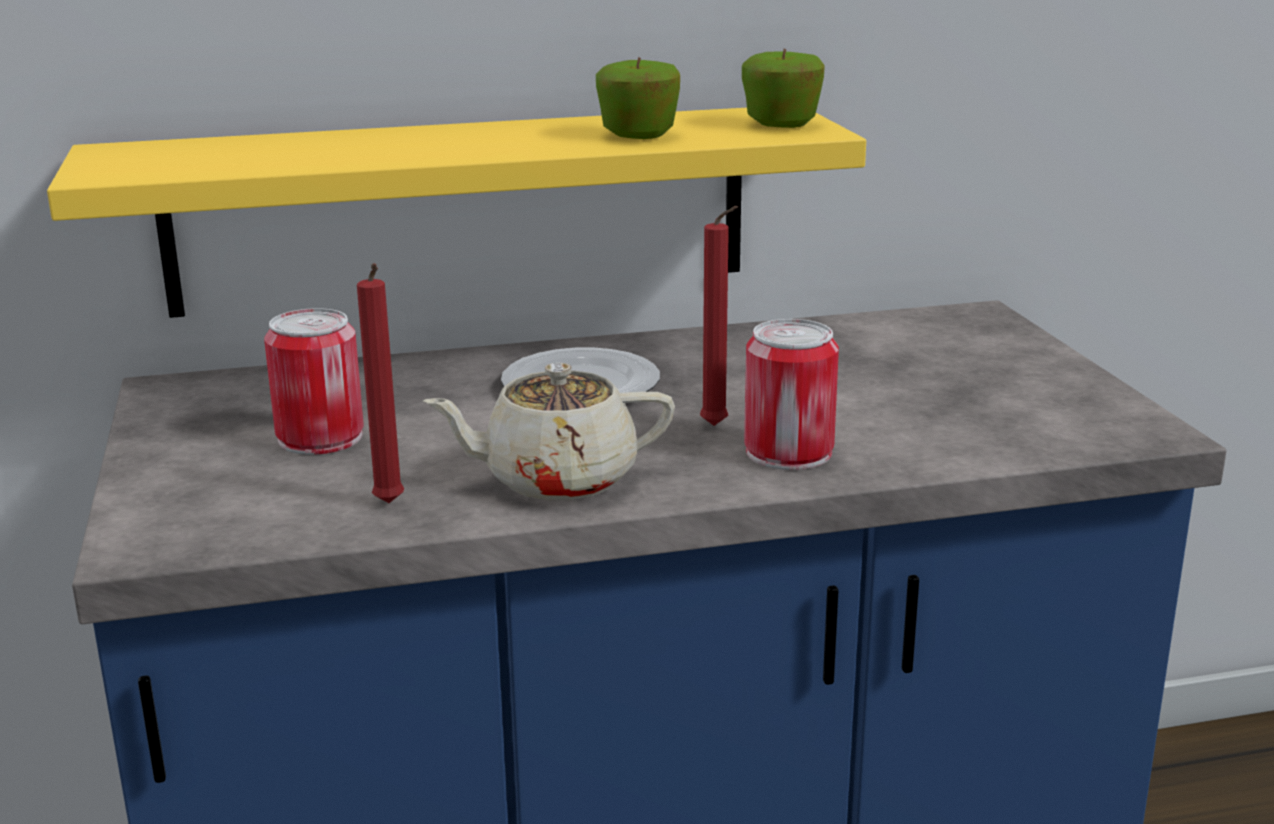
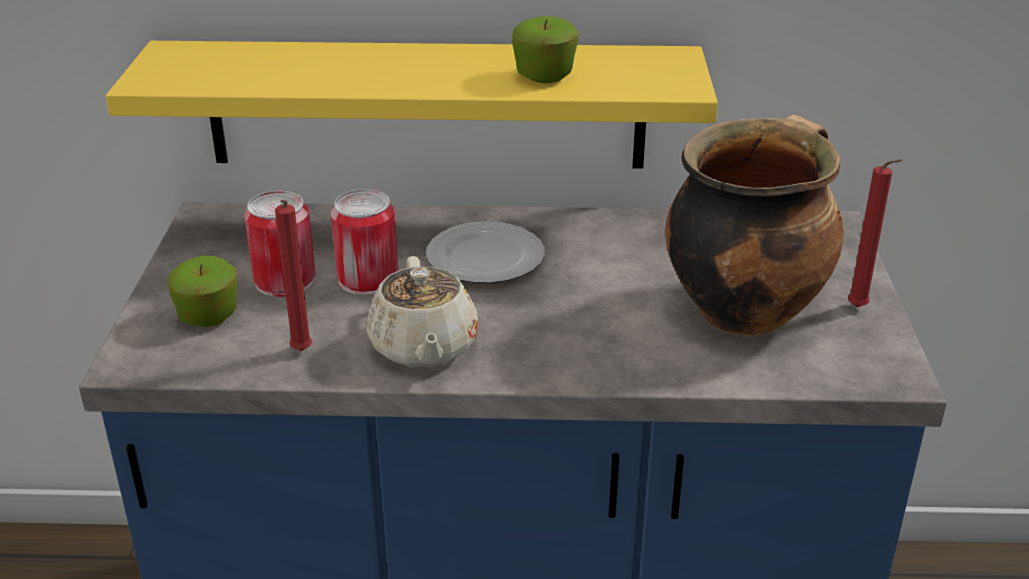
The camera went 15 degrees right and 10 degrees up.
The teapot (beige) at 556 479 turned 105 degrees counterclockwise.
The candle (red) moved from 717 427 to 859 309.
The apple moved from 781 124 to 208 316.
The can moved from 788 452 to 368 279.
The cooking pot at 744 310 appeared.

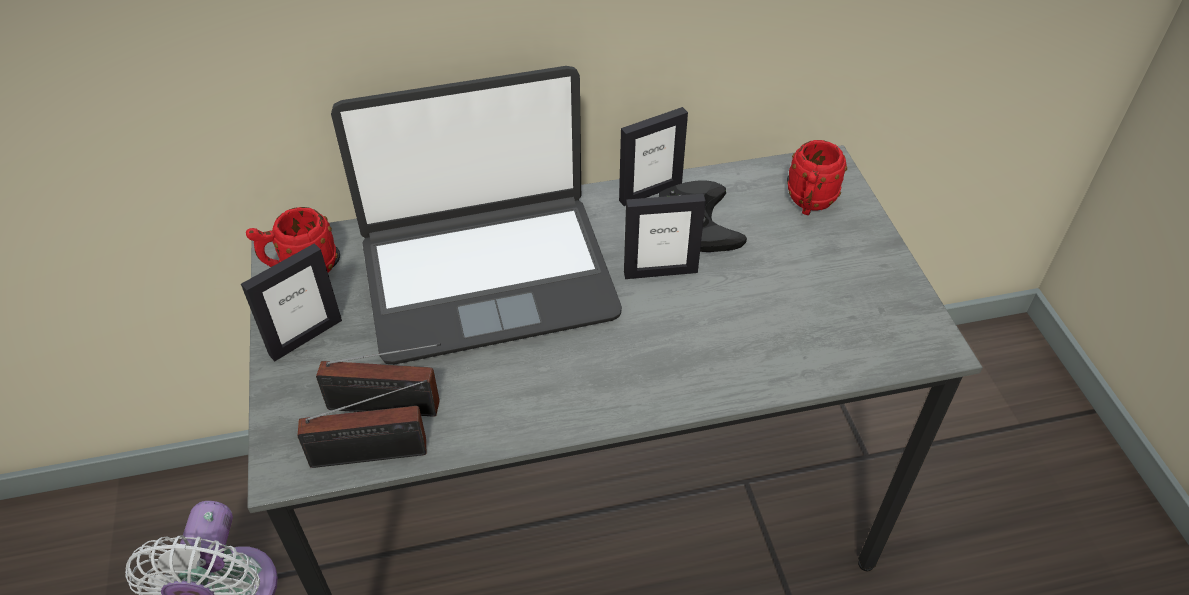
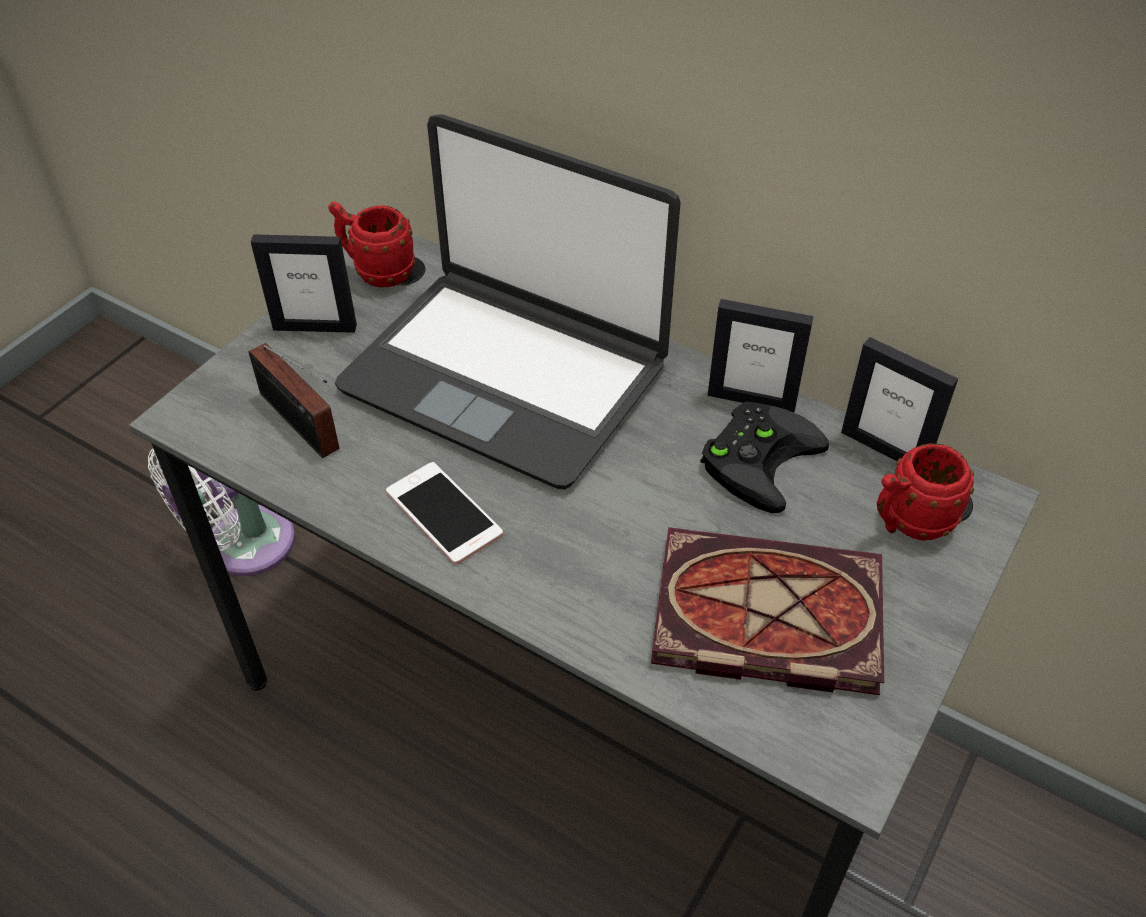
The camera went 45 degrees right and 0 degrees up.
The radio at 376 454 disappeared.
The picture frame moved from 660 271 to 884 449.
The phone at 444 513 appeared.
The book at 761 618 appeared.

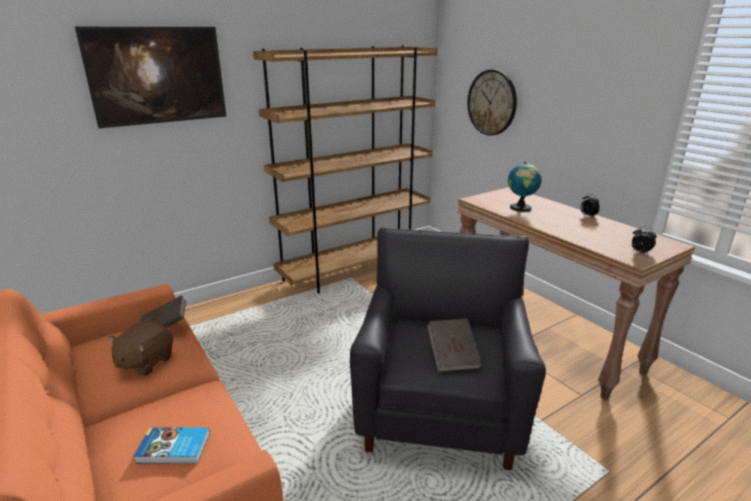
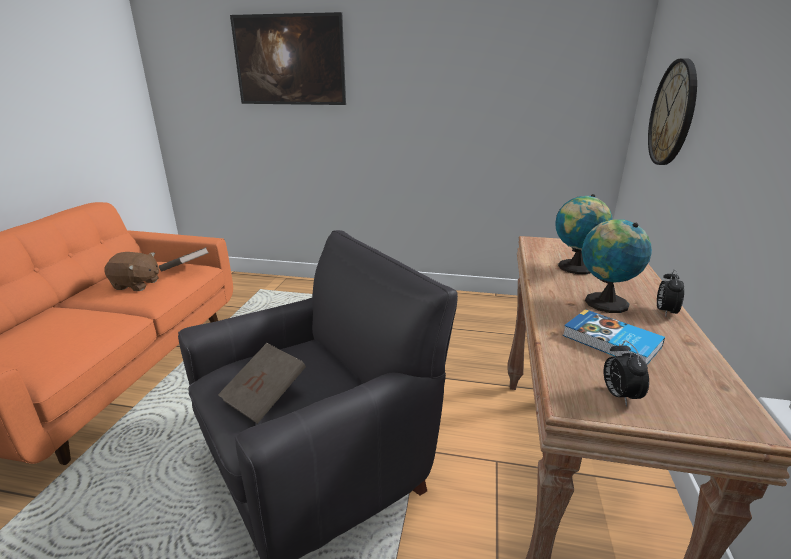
The camera went 45 degrees right and 0 degrees up.
The plush toy (brown) at 145 362 turned 150 degrees counterclockwise.
The book moved from 174 449 to 611 342.
The bookcase (brown) at 355 270 disappeared.
The globe at 603 302 appeared.

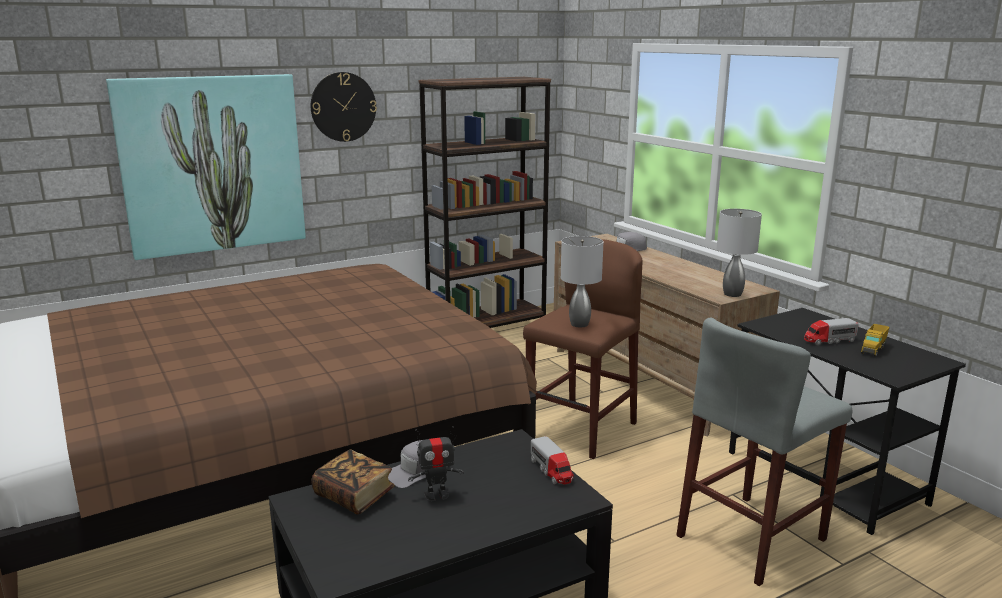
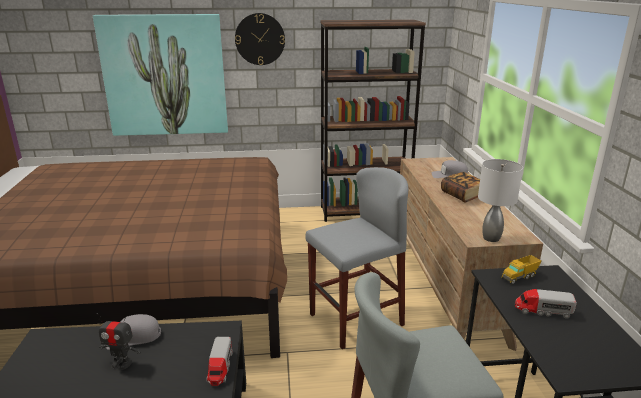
The camera went 25 degrees right and 5 degrees up.
The book moved from 354 496 to 463 195.
The stool (brown) at 581 430 became the stool (grey) at 356 319.
The table lamp (grey) at 579 324 disappeared.
The toy truck moved from 873 349 to 519 277.

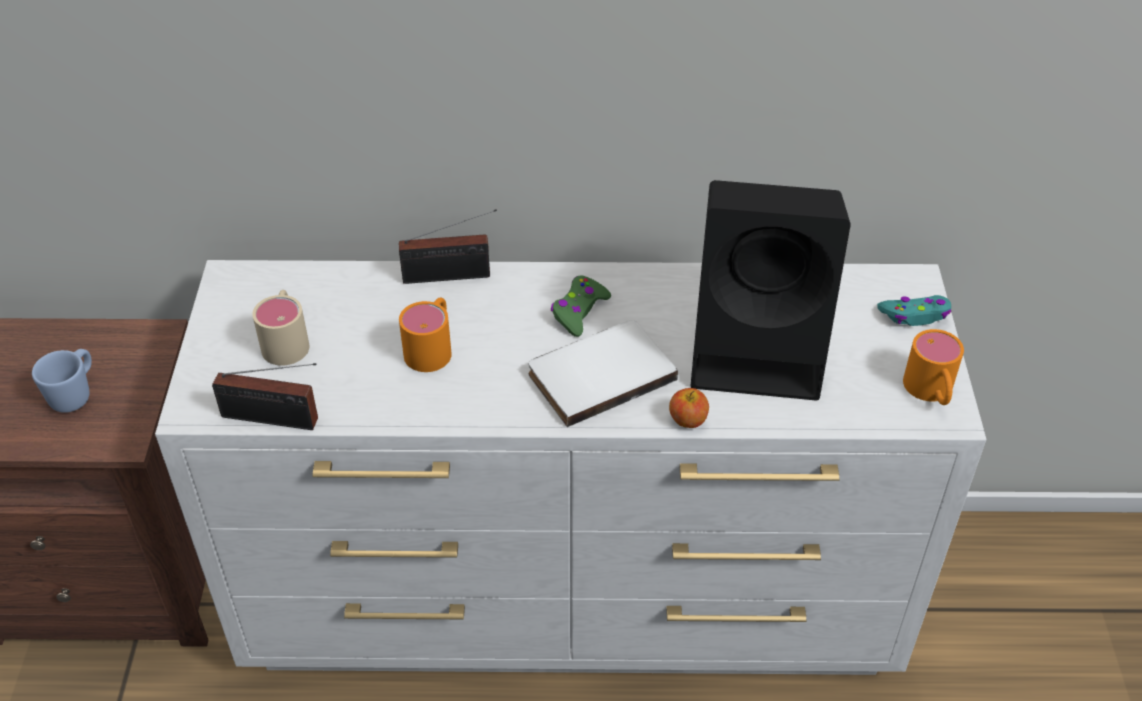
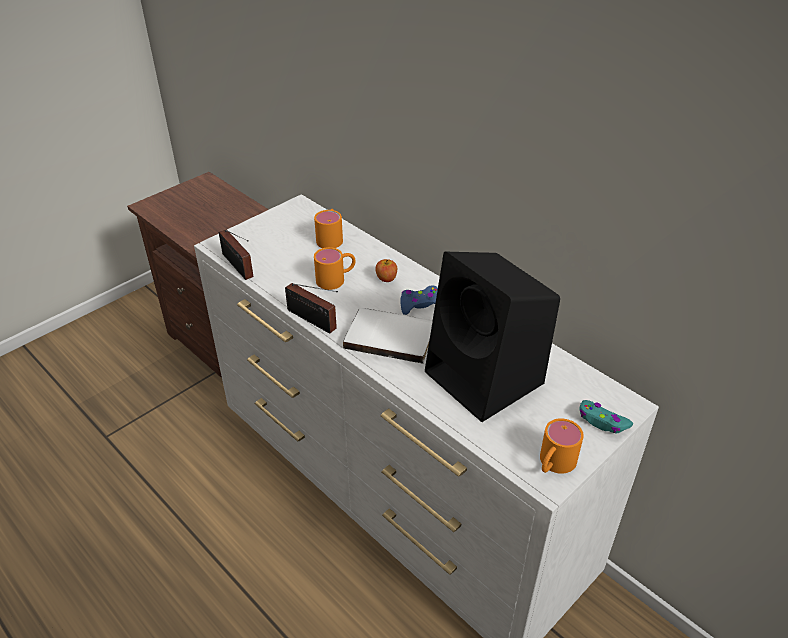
The camera went 45 degrees right and 5 degrees down.
The mug (blue) at 75 394 disappeared.
The mug (beige) at 286 340 disappeared.
The radio moved from 451 276 to 313 321.
The game controller (green) at 579 311 became the game controller (blue) at 421 304.
The apple moved from 687 420 to 386 278.
The mug (orange) at 330 237 appeared.

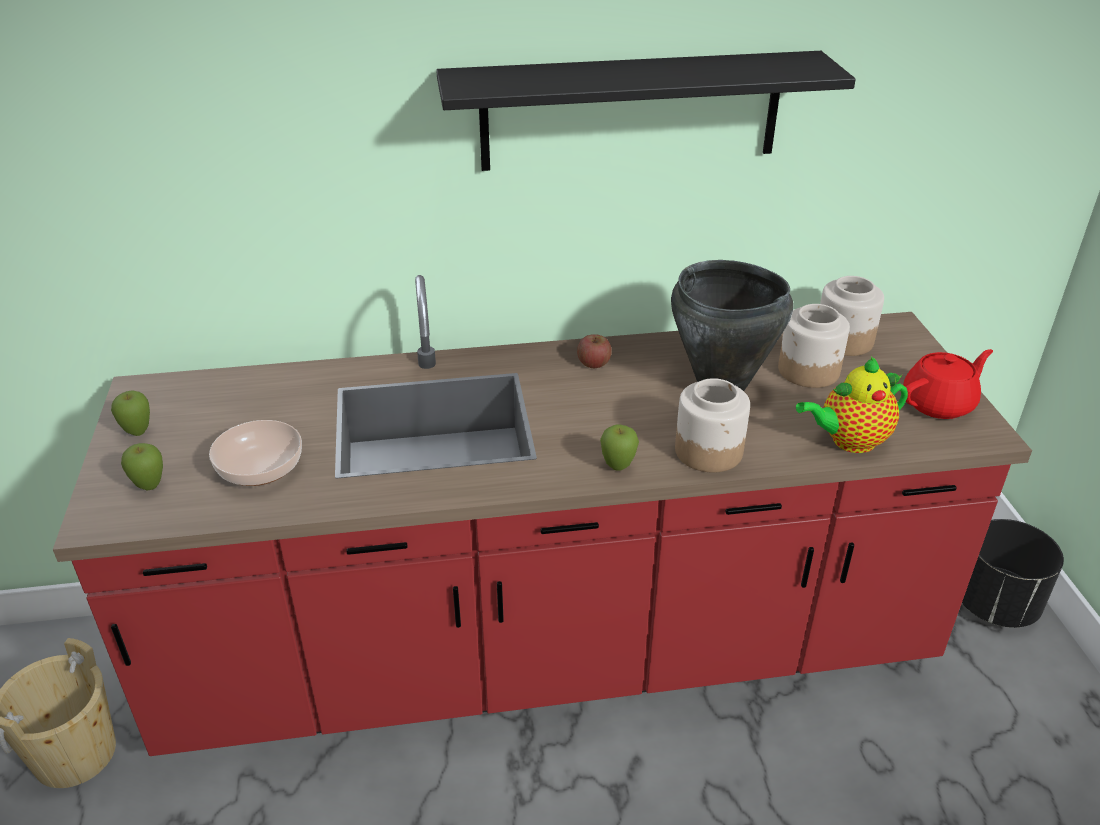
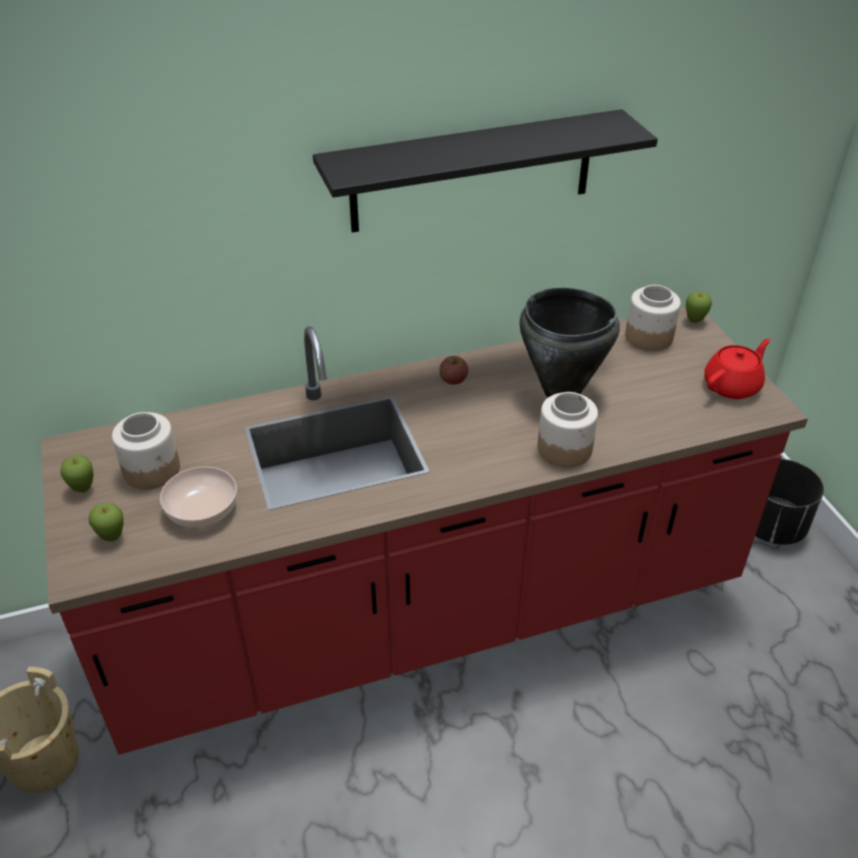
The camera went 10 degrees left and 5 degrees up.
The apple moved from 618 467 to 694 321.
The jar moved from 809 371 to 152 470.
The teapot at 849 441 disappeared.

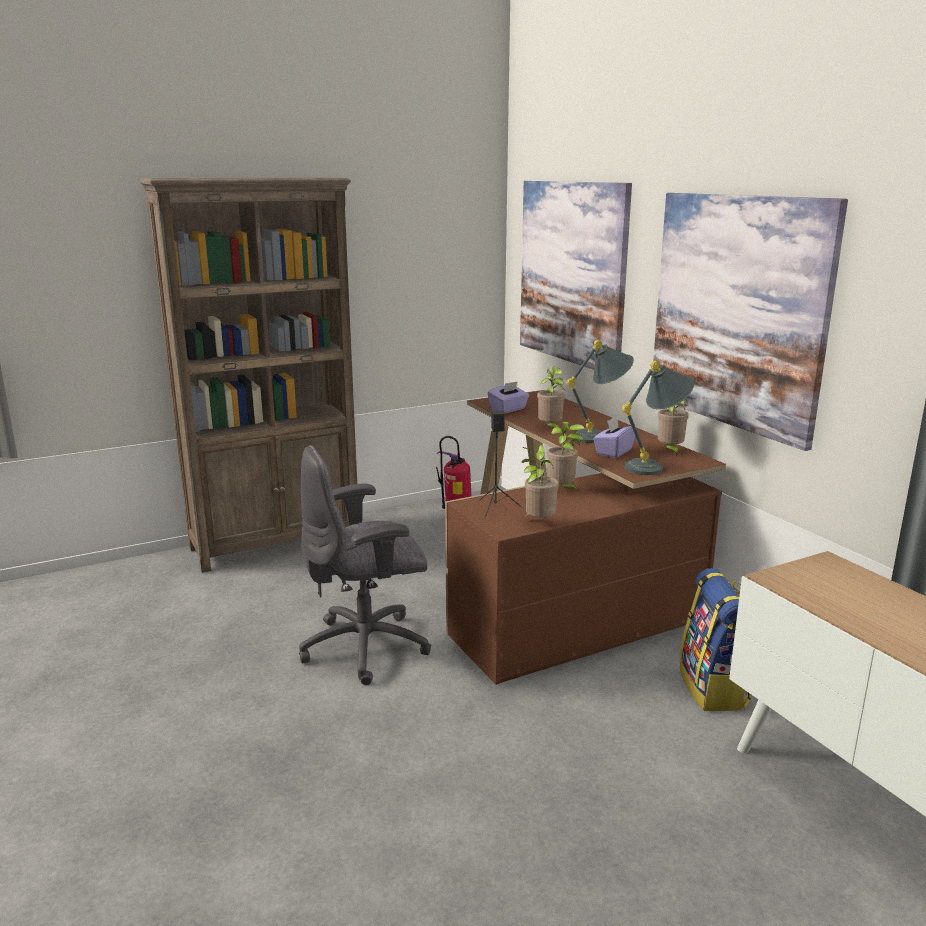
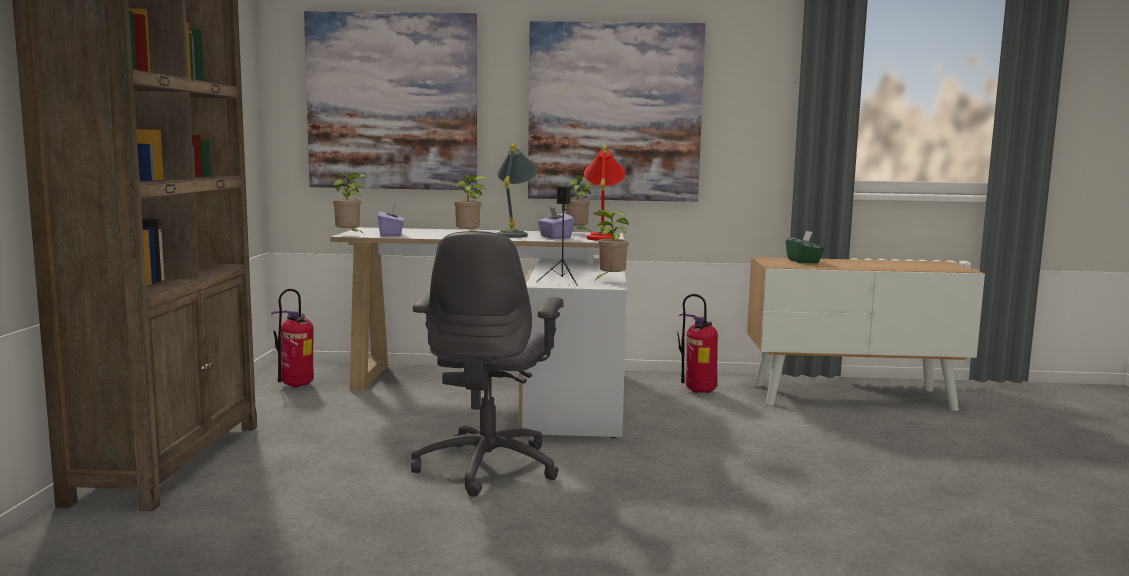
The camera went 60 degrees left and 10 degrees down.
The desk (brown) at 563 589 became the desk (white) at 507 390.
The potted plant moved from 562 490 to 349 236.
The table lamp (grey) at 655 467 became the table lamp (red) at 603 237.
The backpack at 714 688 was replaced by the fire extinguisher at 698 392.
The tissue box (green) at 803 261 appeared.

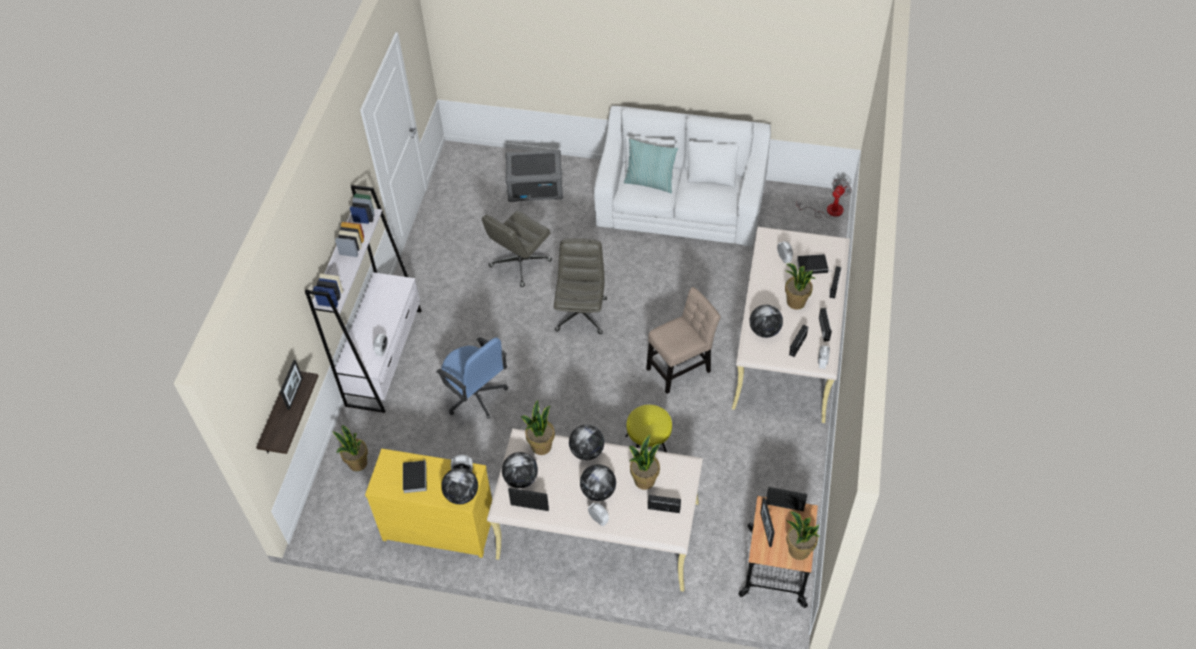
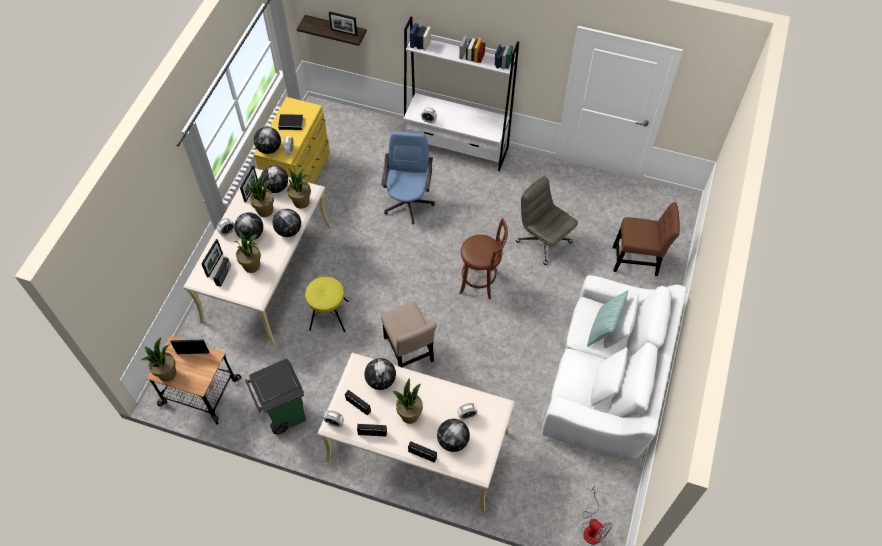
The camera went 95 degrees right and 5 degrees up.
The potted plant moved from 357 463 to 265 210.
The office chair (blue) at 475 395 turned 135 degrees clockwise.
The storage box (grey) at 535 187 was replaced by the chair (brown) at 638 260.
The office chair (grey) at 581 314 was replaced by the stool (brown) at 481 282.
The picture frame moved from 784 506 to 214 265.
The book at 813 265 was replaced by the globe at 453 441.
The trash can (green) at 283 412 appeared.

